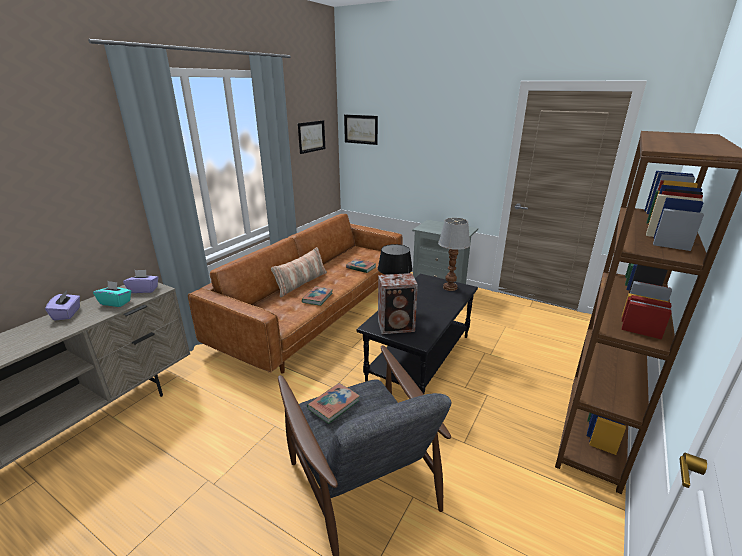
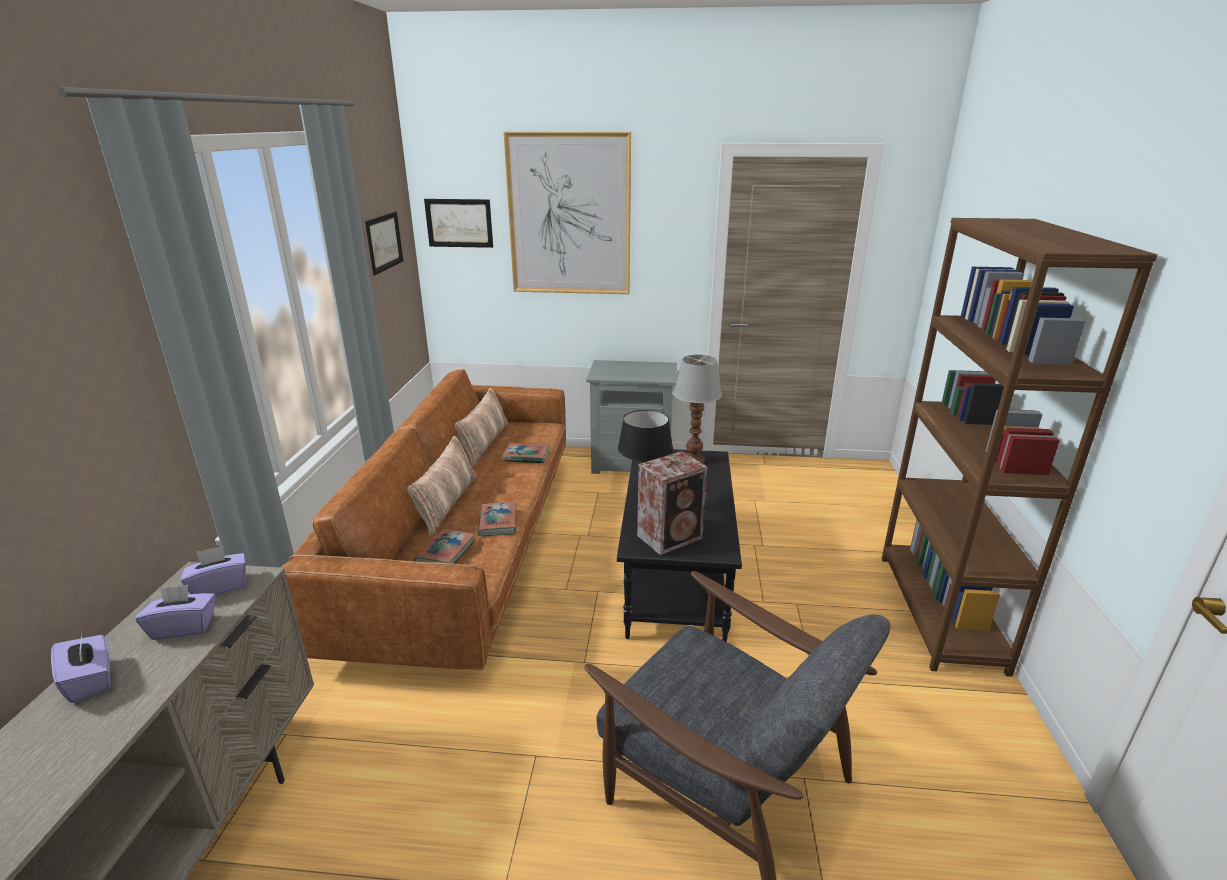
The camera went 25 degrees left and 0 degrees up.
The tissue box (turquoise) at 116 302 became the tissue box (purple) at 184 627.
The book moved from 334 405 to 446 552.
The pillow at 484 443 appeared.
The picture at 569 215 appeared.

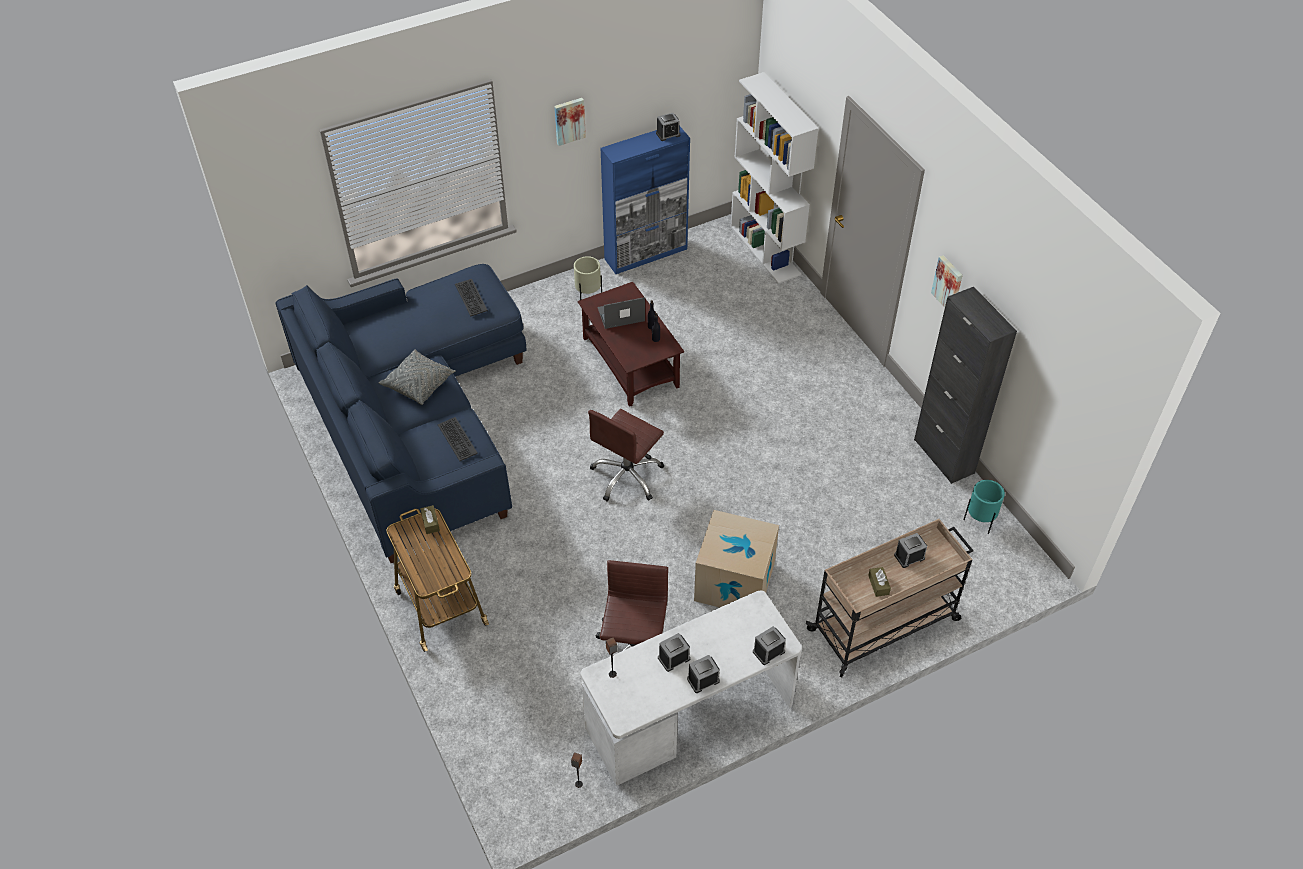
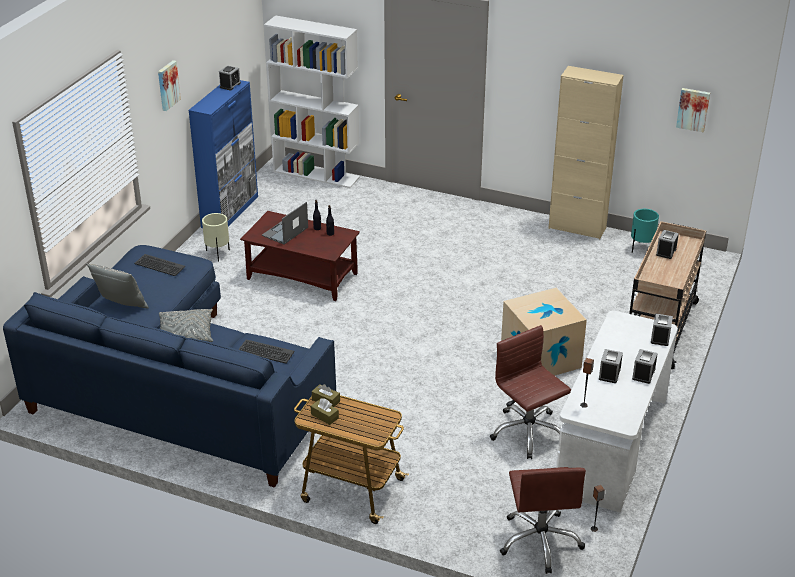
The camera went 40 degrees left and 15 degrees down.
The office chair (brown) moved from 627 476 to 540 541.
The tissue box (brown) moved from 878 585 to 324 416.
The cabinet (black) at 944 456 became the cabinet (beige) at 577 228.
The picture moved from 948 283 to 693 109.
The pillow (grey) at 121 305 appeared.

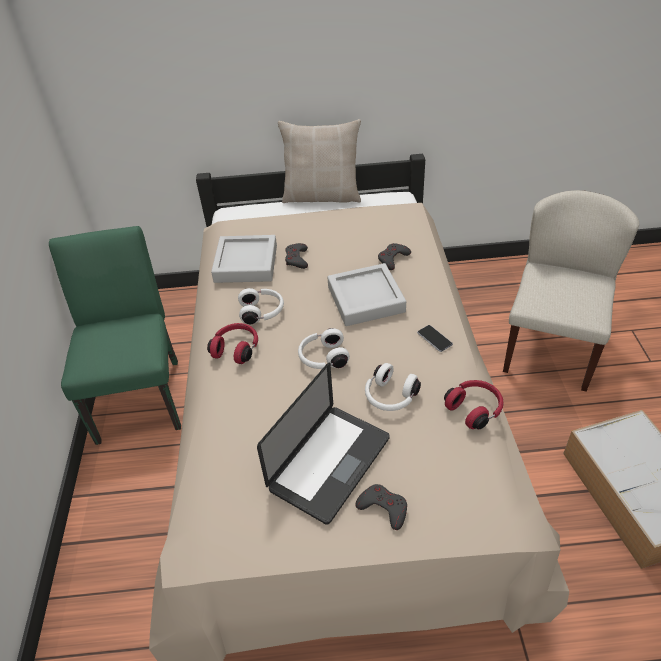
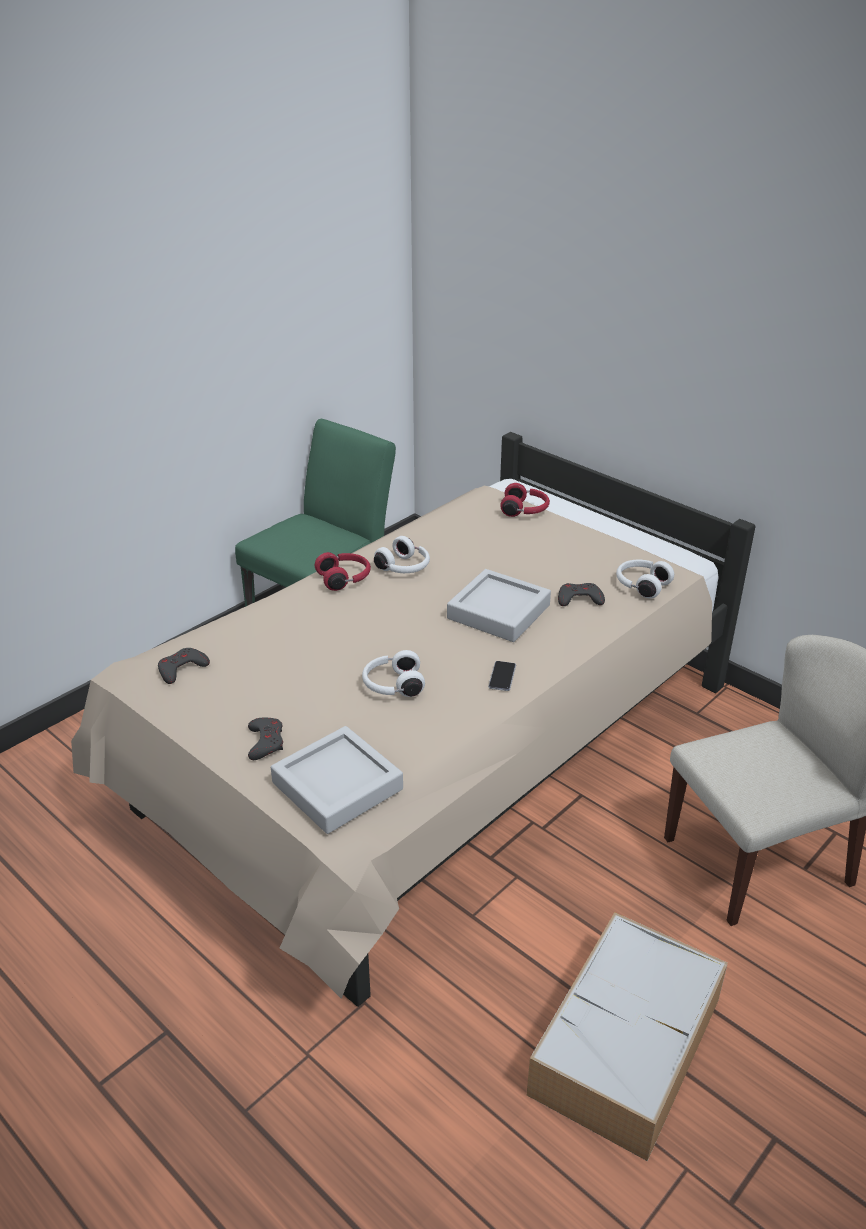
The camera went 45 degrees right and 10 degrees down.
The tray (grey) moved from 246 264 to 337 786.
The laptop at 330 463 disappeared.
The pillow (beige) at 322 195 disappeared.
The game controller (grey) moved from 297 259 to 182 669.
The headphones (white) moved from 323 358 to 641 585.
The headphones (red) moved from 475 409 to 525 510.

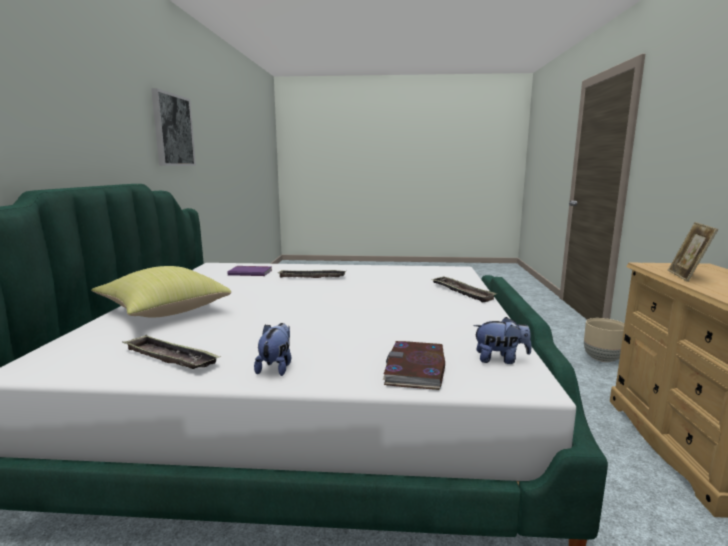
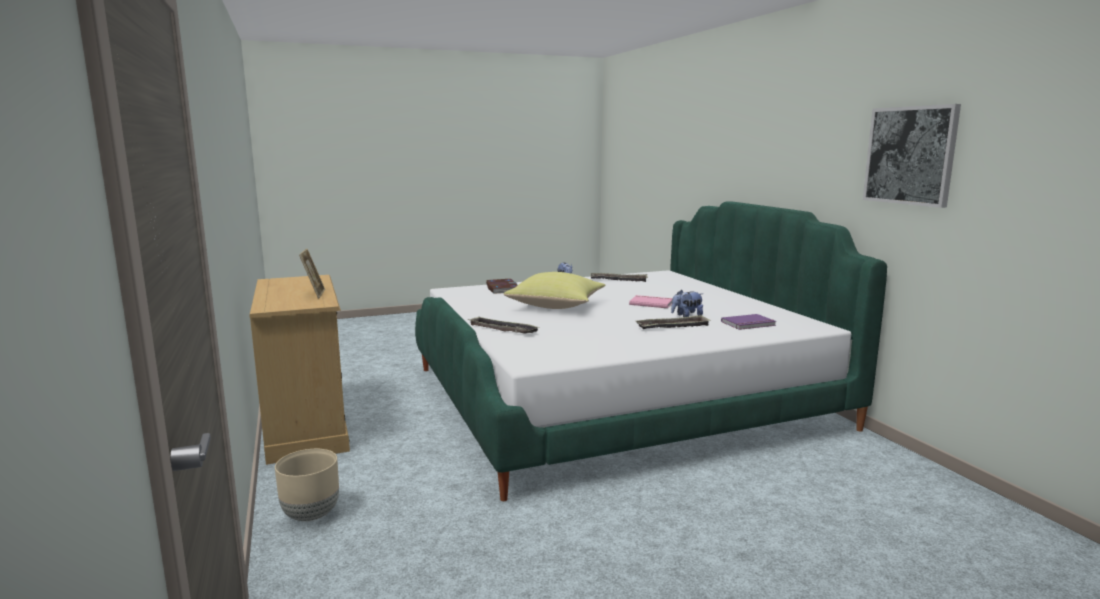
The camera went 155 degrees right and 0 degrees up.
The pillow (yellow) moved from 162 312 to 557 306.
The plush toy moved from 500 359 to 686 316.
The book (pink) at 651 303 appeared.

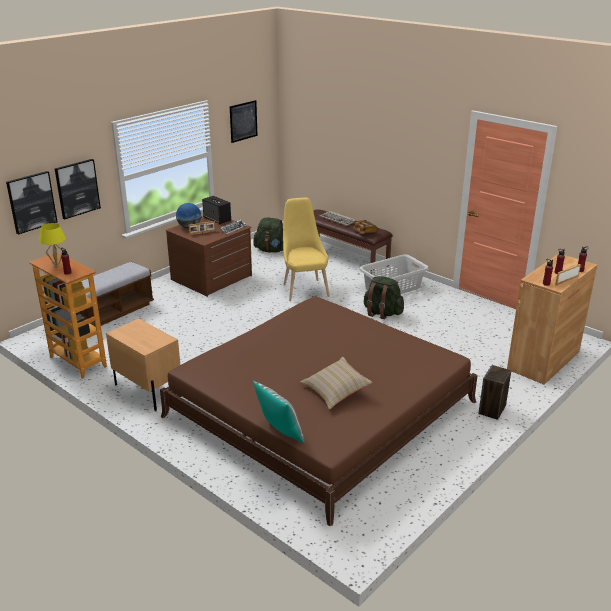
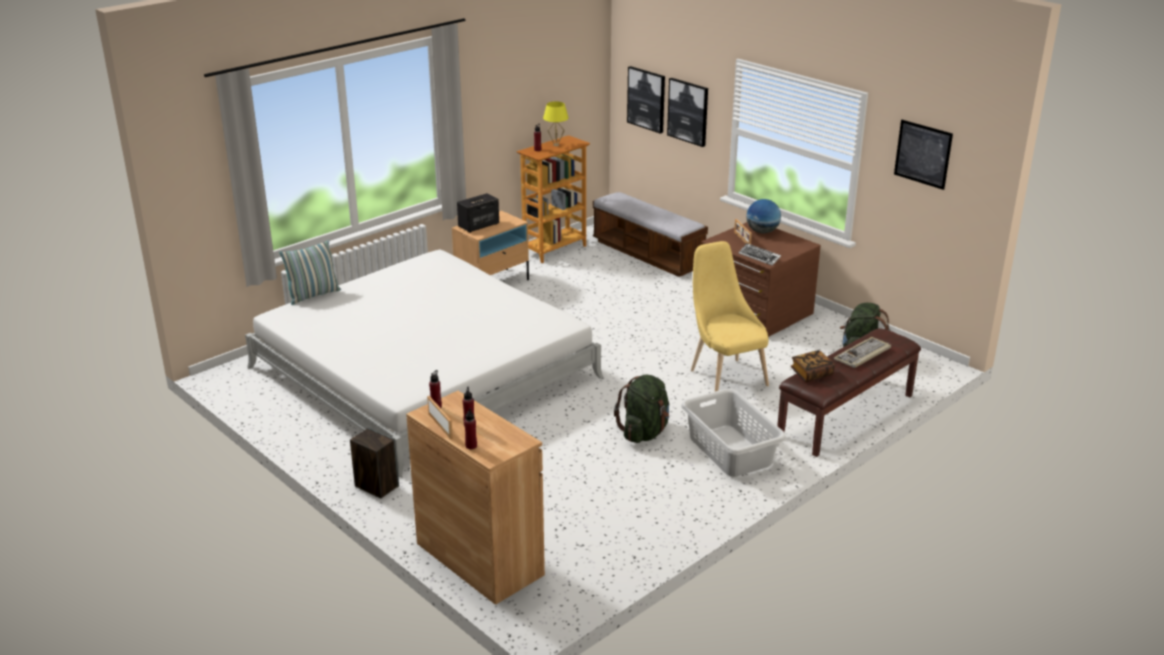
The camera went 95 degrees right and 0 degrees up.
The bed (brown) at 321 409 became the bed (white) at 424 372.
The speaker moved from 217 219 to 478 226.
The chair (yellow) at 304 288 turned 105 degrees counterclockwise.
The pillow (beige) at 336 391 disappeared.

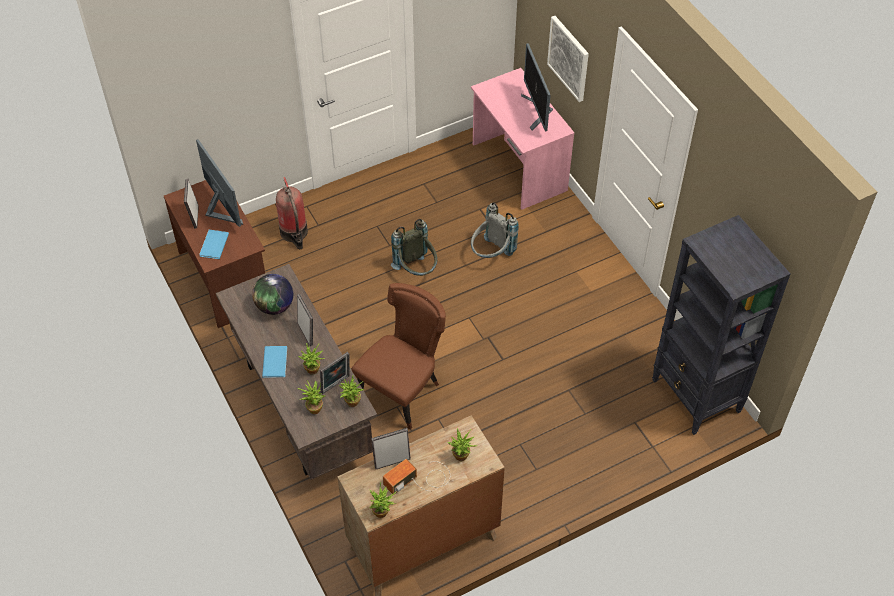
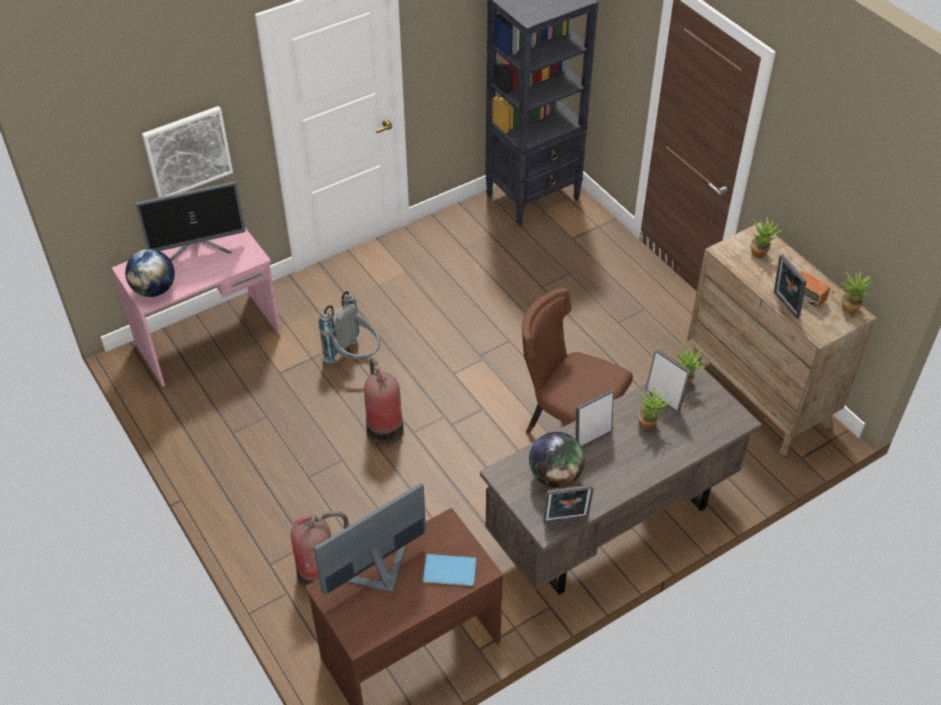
The camera went 95 degrees left and 5 degrees down.
The picture frame moved from 194 217 to 566 521.
The book (blue) at 276 361 disappeared.
The potted plant at 314 407 disappeared.
The backpack (grey) at 416 271 was replaced by the fire extinguisher at 384 428.
The globe at 154 290 appeared.

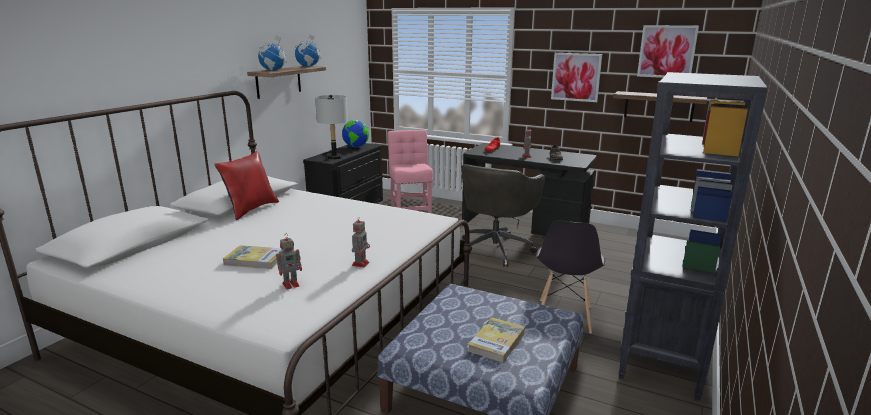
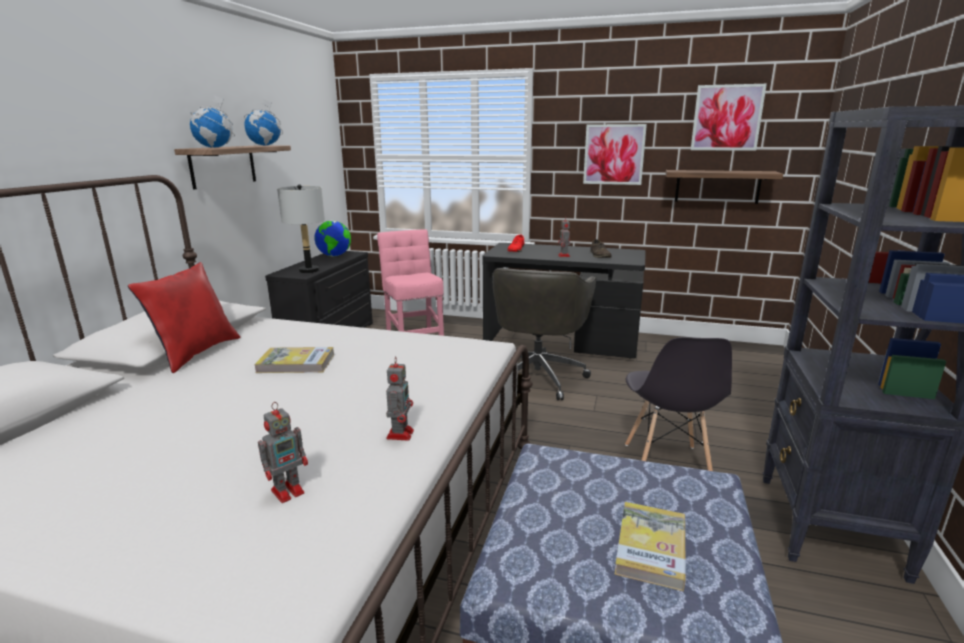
The camera went 10 degrees left and 0 degrees up.
The book moved from 255 260 to 296 363.

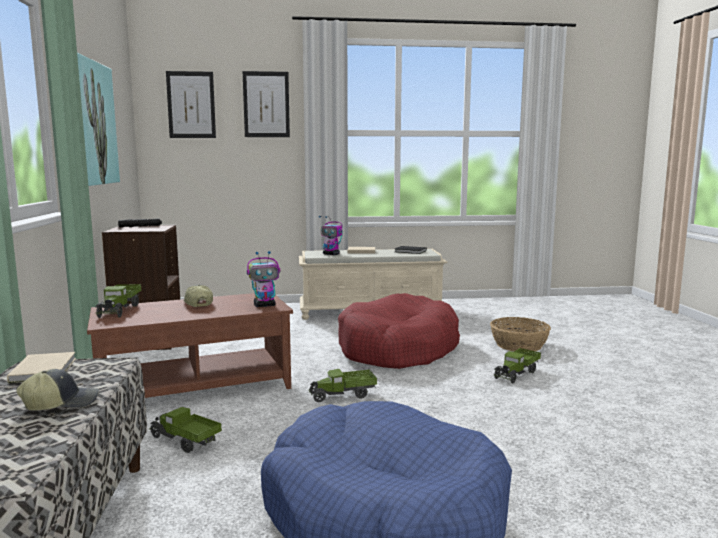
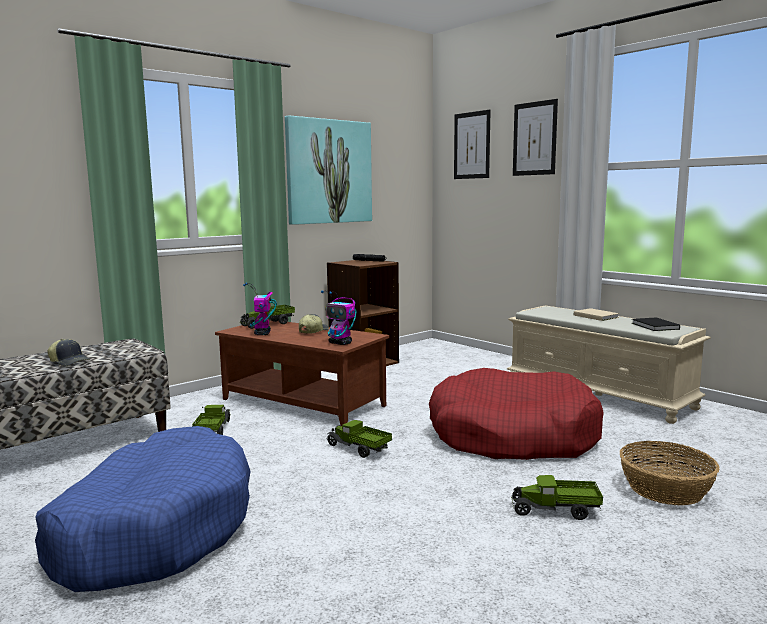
The camera went 55 degrees right and 0 degrees up.
The book (beige) at 45 369 disappeared.
The toy robot moved from 331 254 to 262 333.

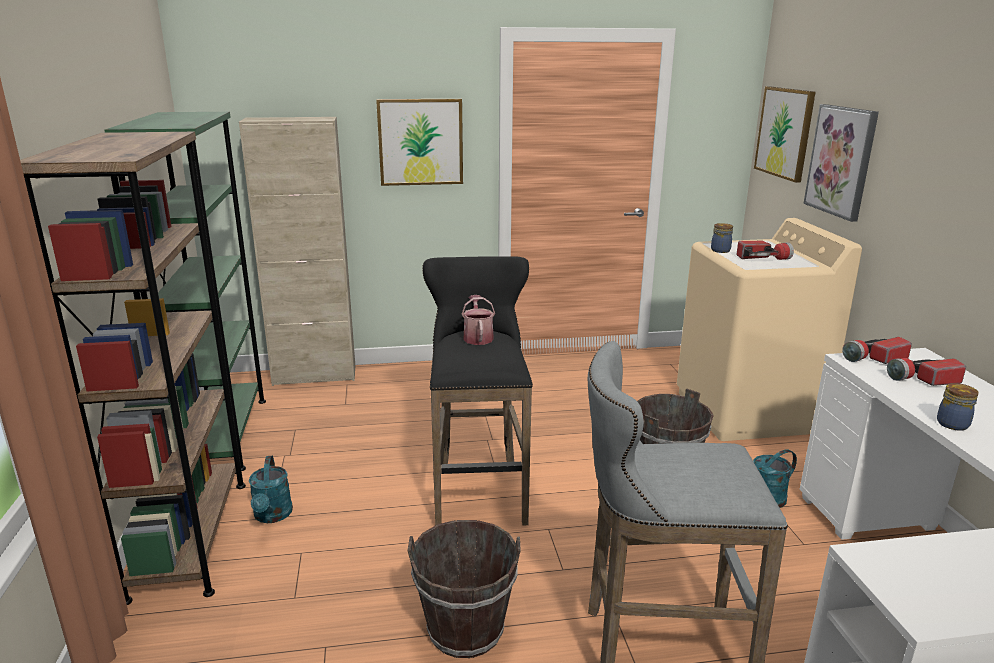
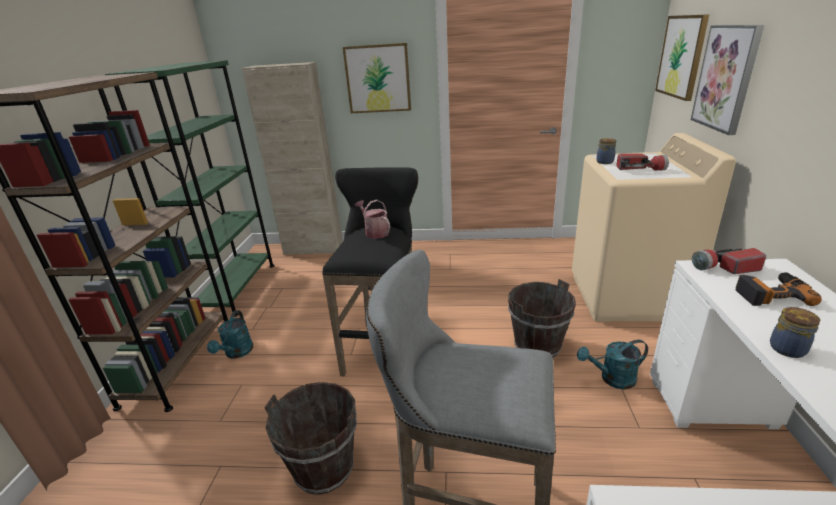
The camera went 15 degrees right and 5 degrees up.
The watering can at 478 337 turned 45 degrees counterclockwise.
The flashlight at 923 379 was replaced by the power drill at 770 293.

